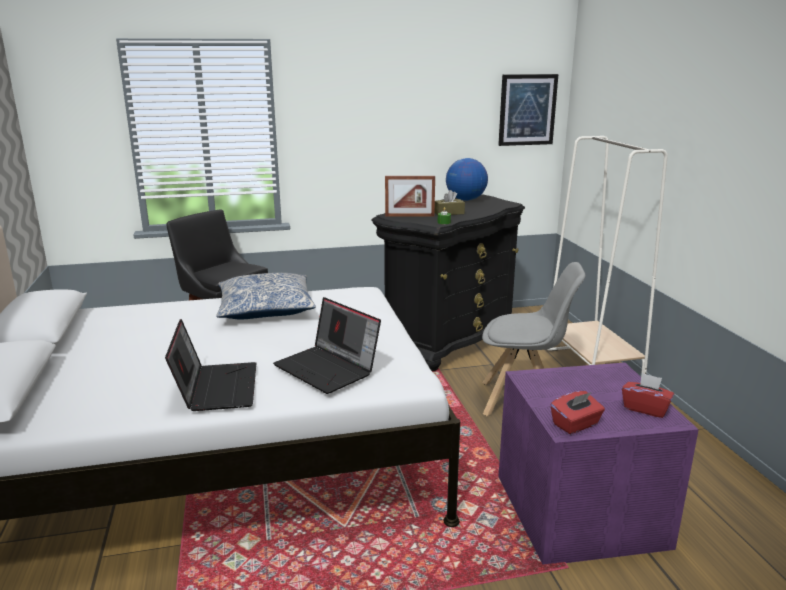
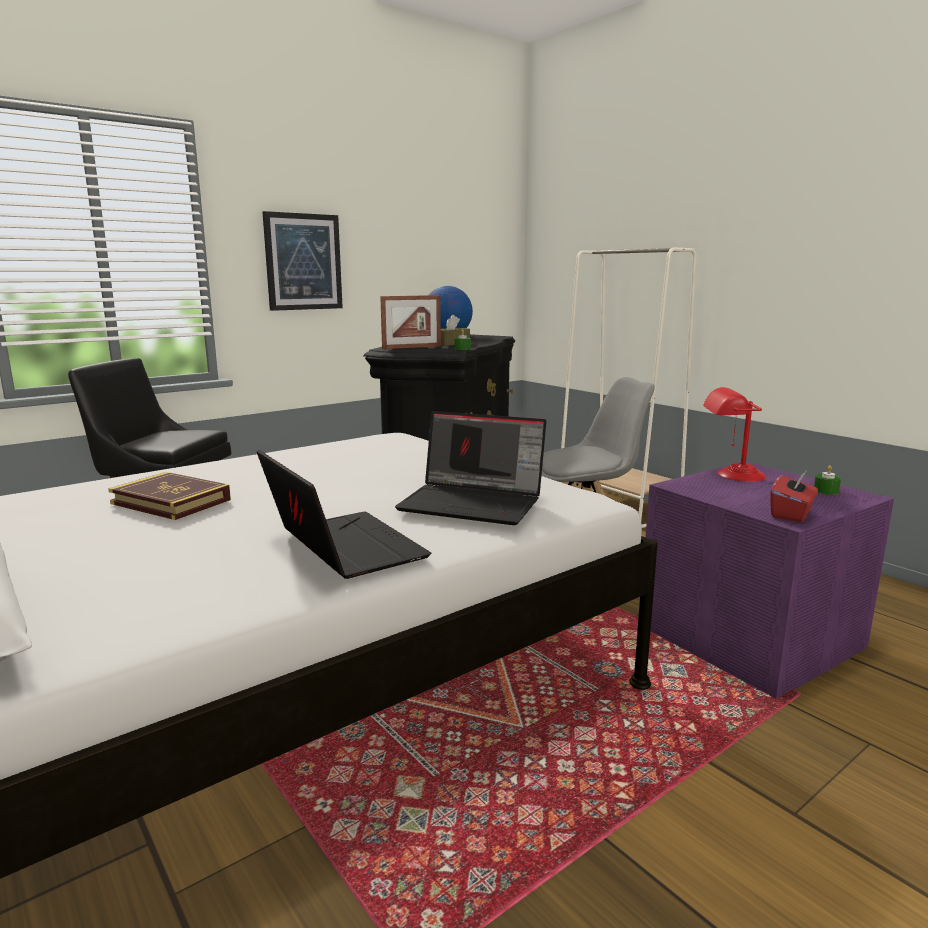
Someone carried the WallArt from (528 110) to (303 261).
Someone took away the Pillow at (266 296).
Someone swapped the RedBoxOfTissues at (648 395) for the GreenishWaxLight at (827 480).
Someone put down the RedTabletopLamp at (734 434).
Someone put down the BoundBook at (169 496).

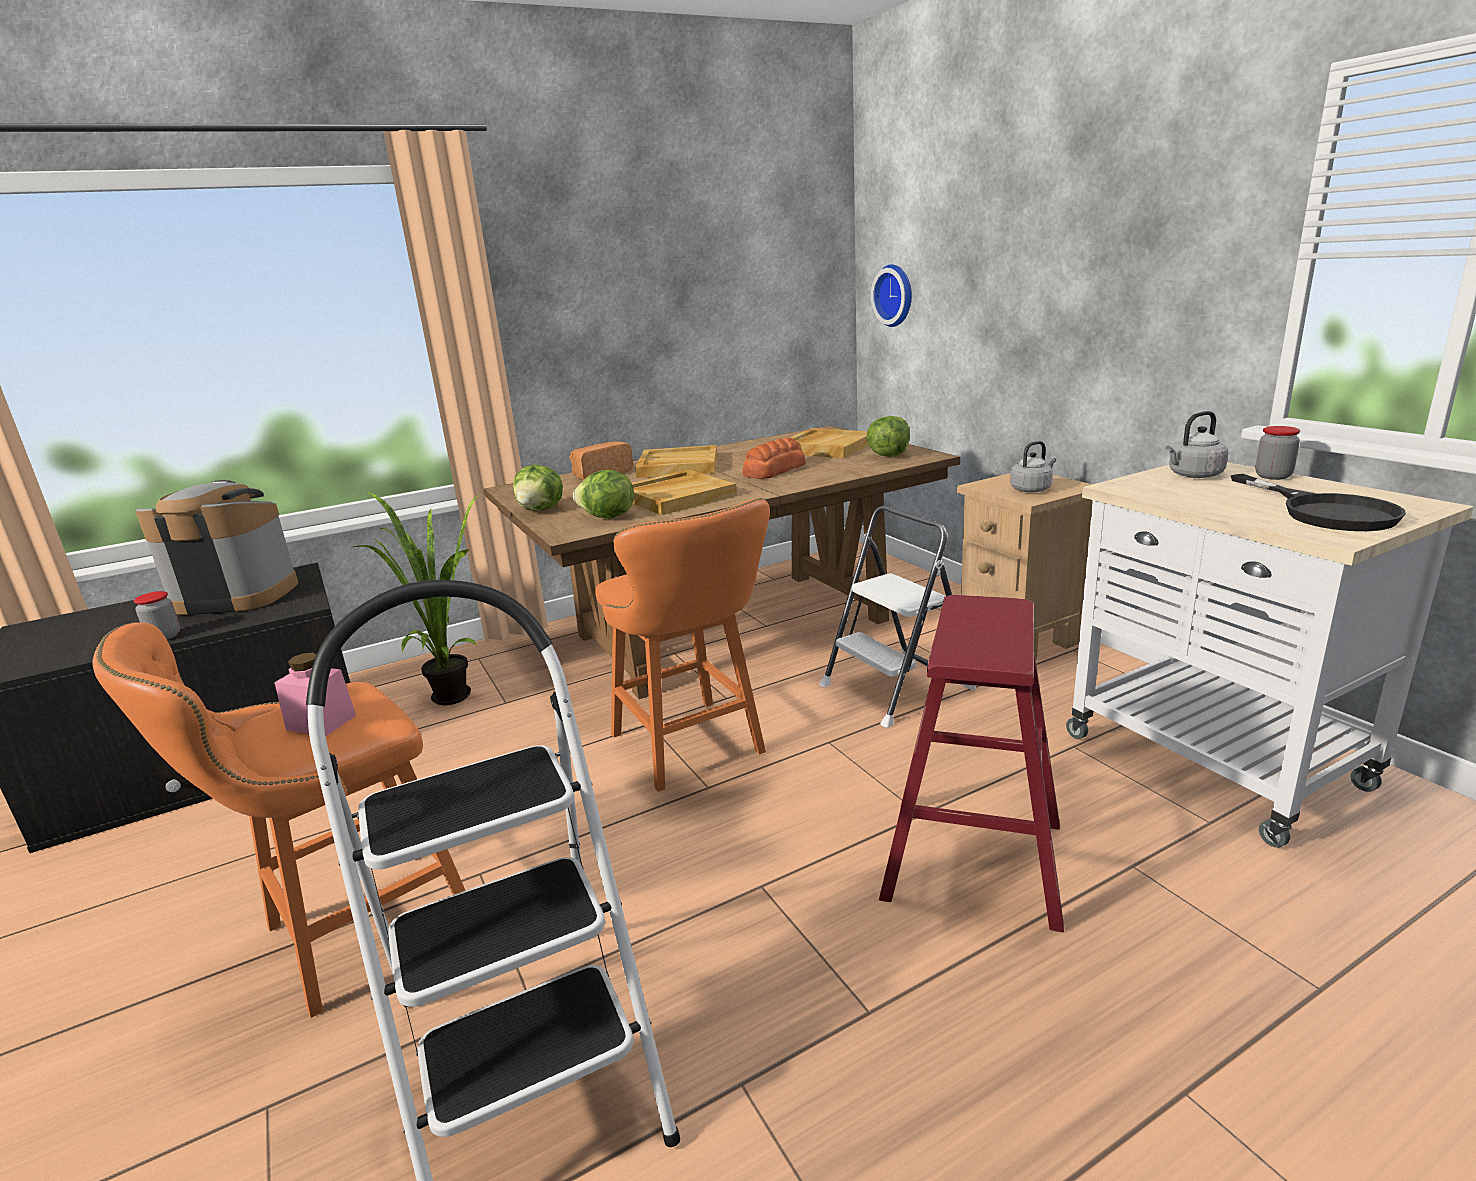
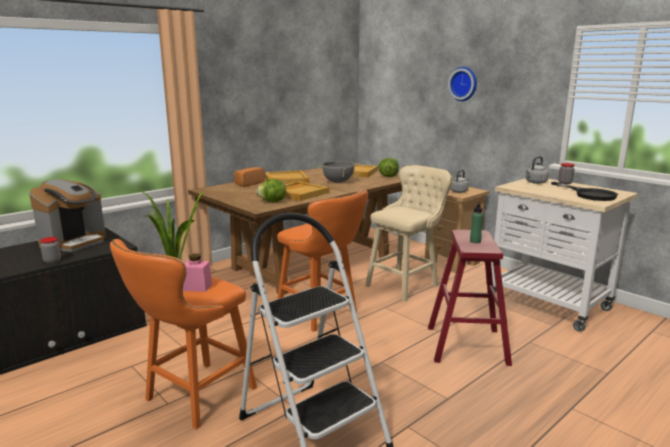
Someone carried the WallClock from (891 295) to (462 84).
Someone swapped the Bread at (774 458) for the GreyishSaucepot at (337 172).
Someone took away the LettuceHead at (538 488).
Someone rotated the CoffeeBrewer at (216 547) by 135 degrees clockwise.
Someone swapped the WhiteStepladder at (897 616) for the SandColouredStoolSeat at (409 233).
Someone put down the GreenishBeverageBottle at (476 222).

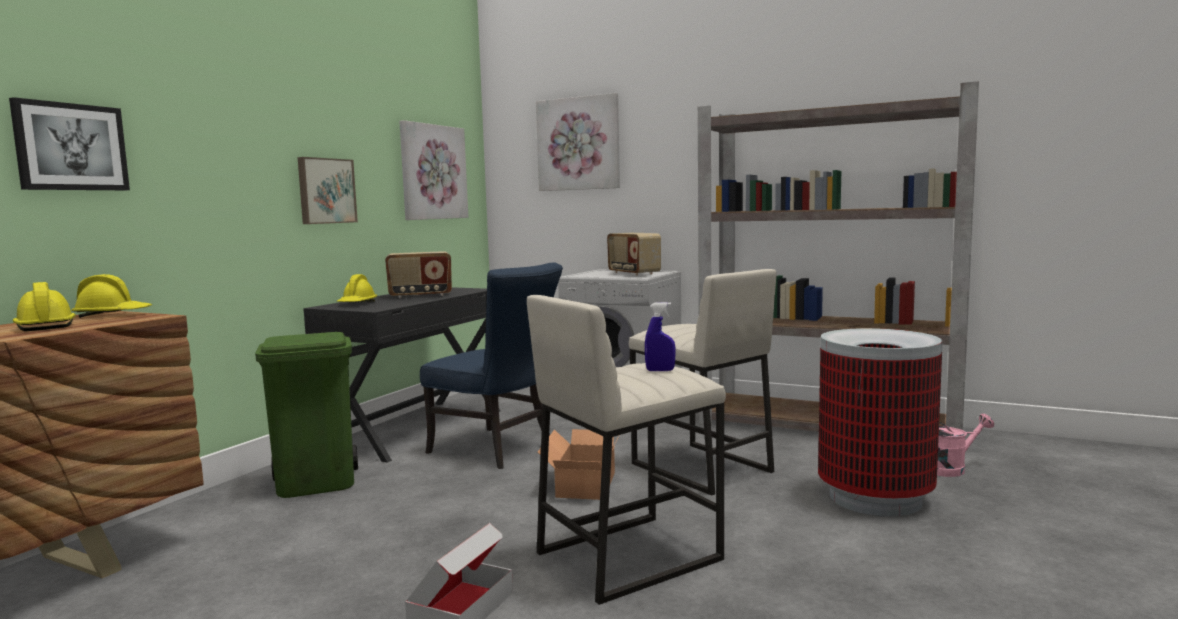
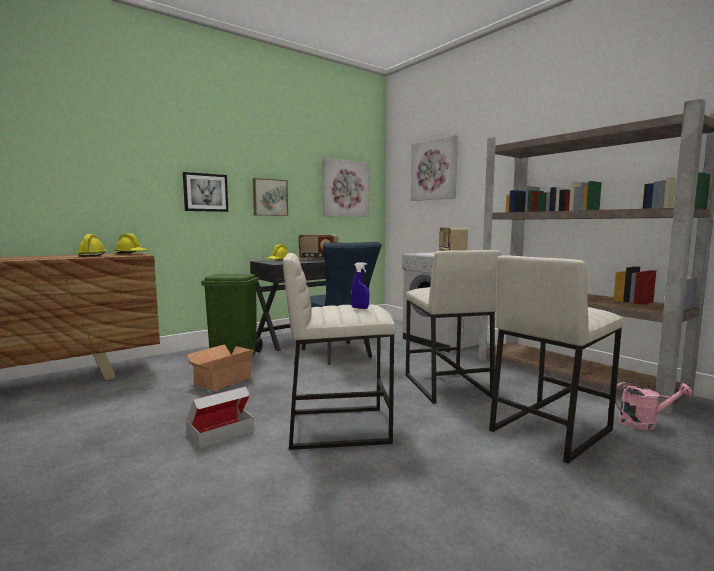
Someone carried the WallArt from (69 143) to (205 192).
Someone swapped the TrashCan at (880 422) for the SandColouredStoolSeat at (556 359).
Someone carried the PackingBox from (578 464) to (220 367).

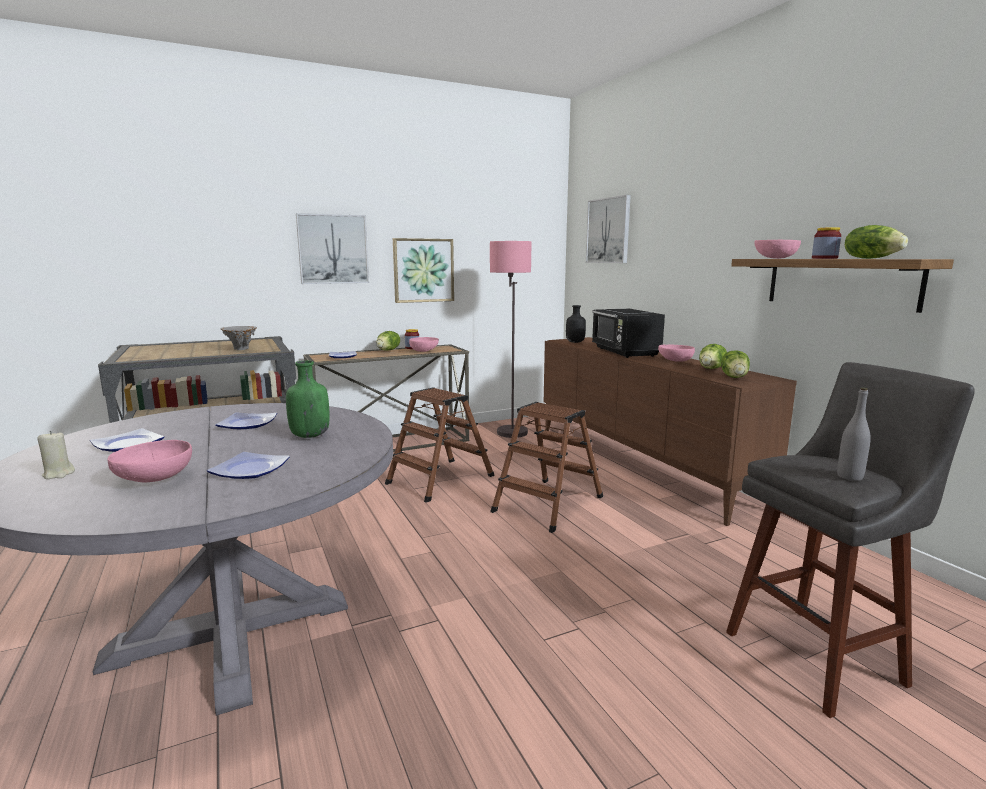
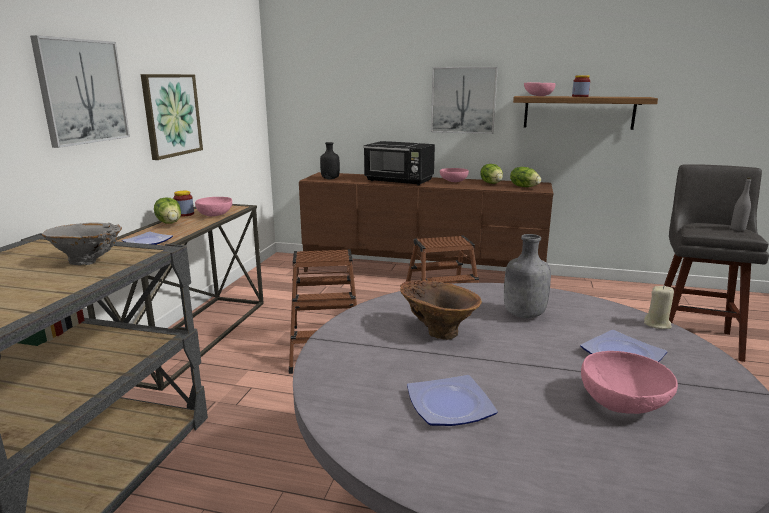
Someone carried the WallArt from (608 229) to (464 100).
Someone took away the LettuceHead at (876 242).
Someone took away the PinkColouredStandingLamp at (510 339).
Someone repainted the GreenishBeverageBottle at (307 399), which became the GreyishBeverageBottle at (527 276).
Someone swapped the FlatDish at (246 420) for the BrownishFlowerVase at (441 310).
Someone carried the SandColouredWaxLight from (56 455) to (659 307).

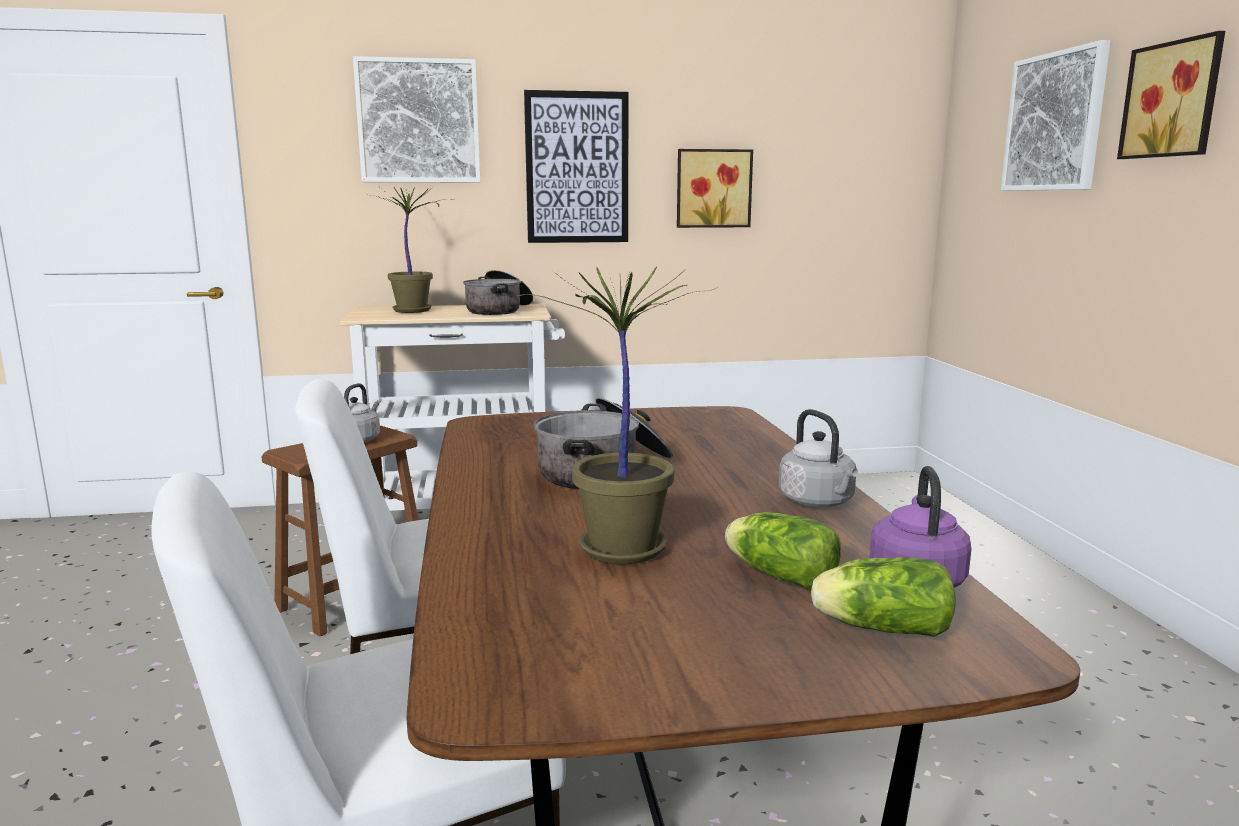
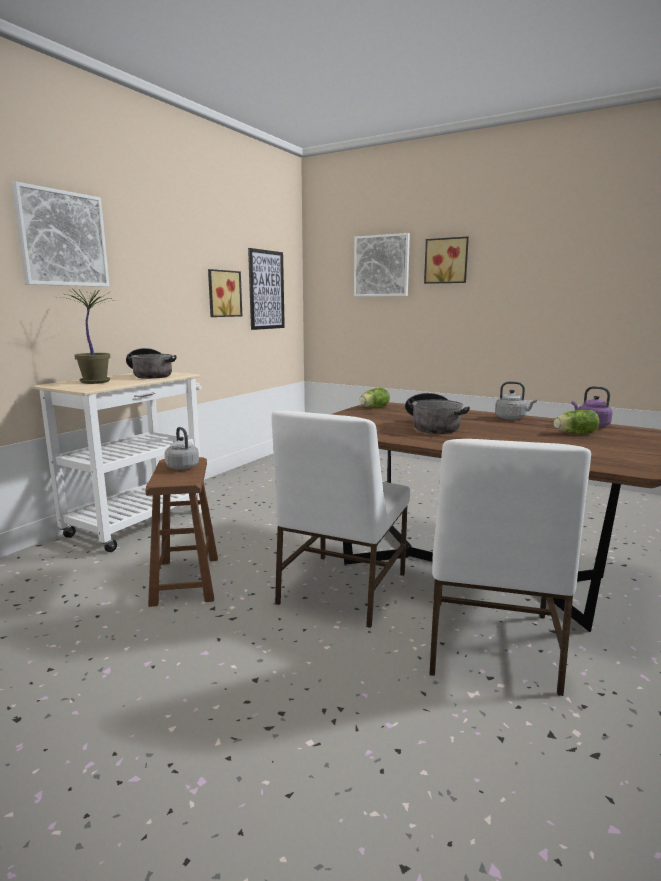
Someone carried the WallArt from (576 166) to (266 289).
Someone took away the PlantInAPot at (617 415).
Someone carried the LettuceHead from (883 597) to (374 397).

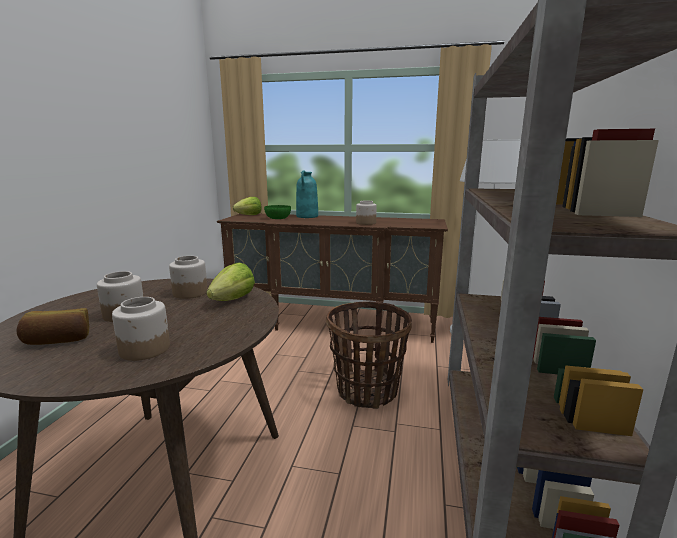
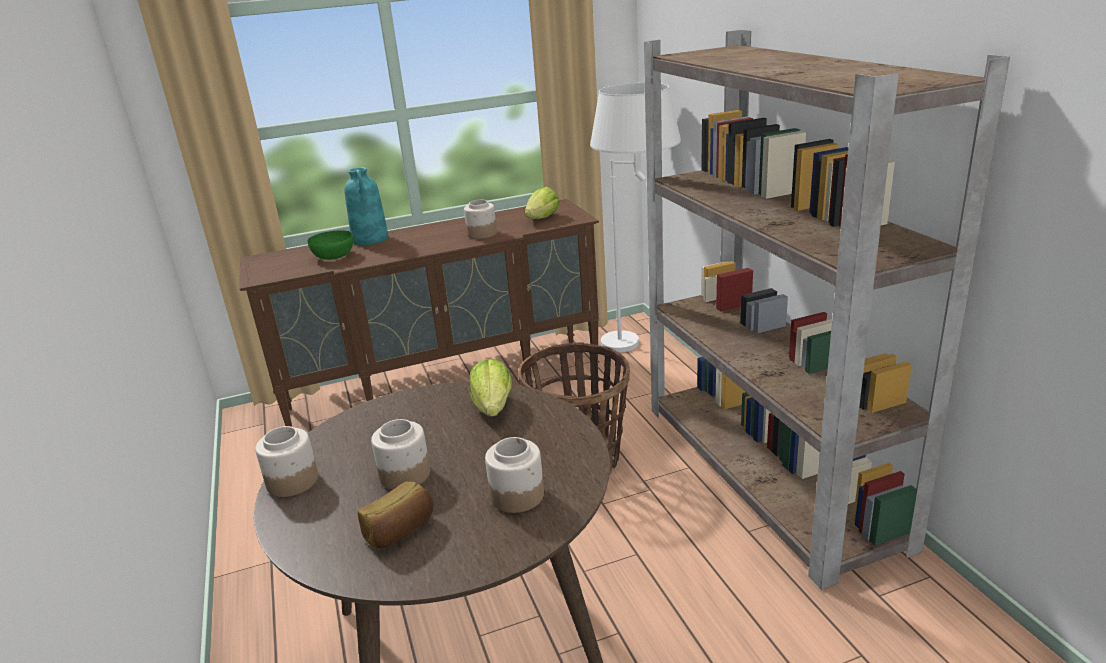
Someone carried the LettuceHead from (247 206) to (542 203).
Someone carried the Jar from (188 277) to (286 461).

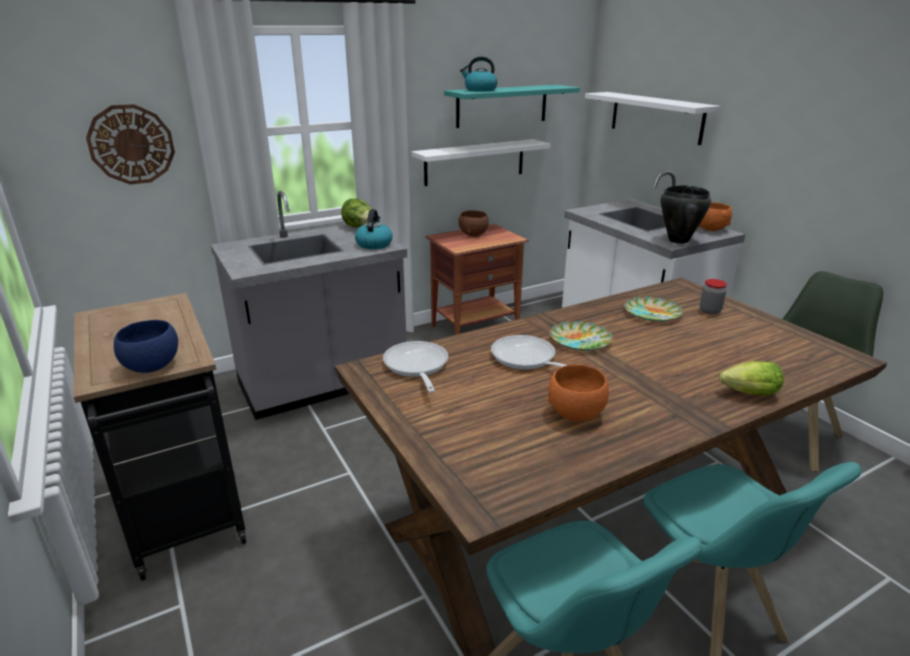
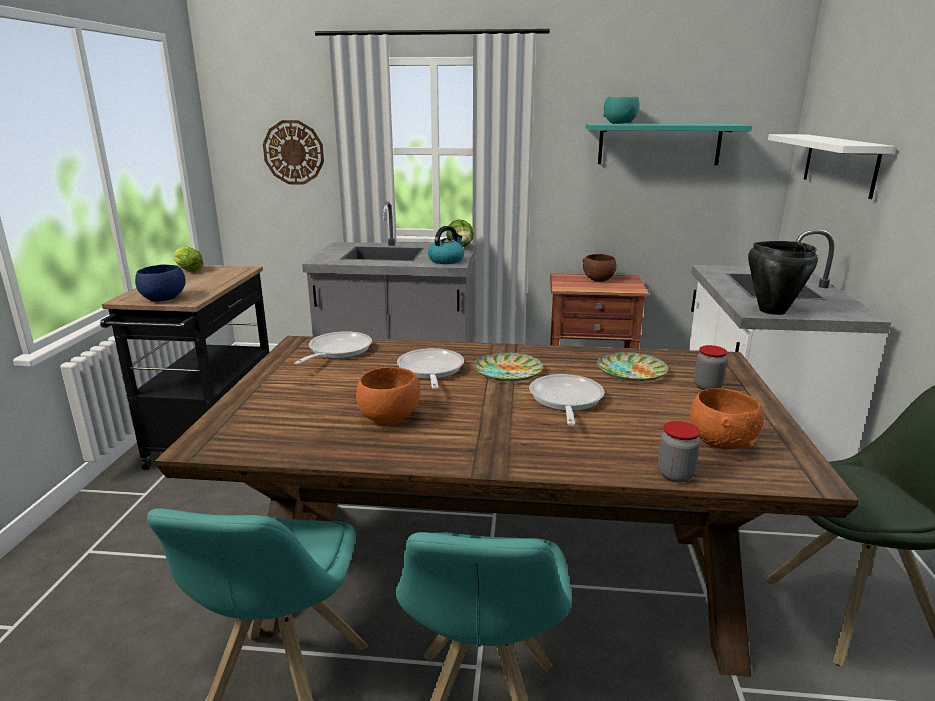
Someone swapped the TeaKettle at (478 74) for the TurquoiseColouredDeepDish at (621 110).
Someone took away the WhiteWallShelf at (481 162).
Someone carried the OrangeyDeepDish from (715 216) to (727 419).
Someone carried the LettuceHead from (751 378) to (188 259).
Someone put down the Pan at (566 400).
Someone put down the Jar at (679 451).

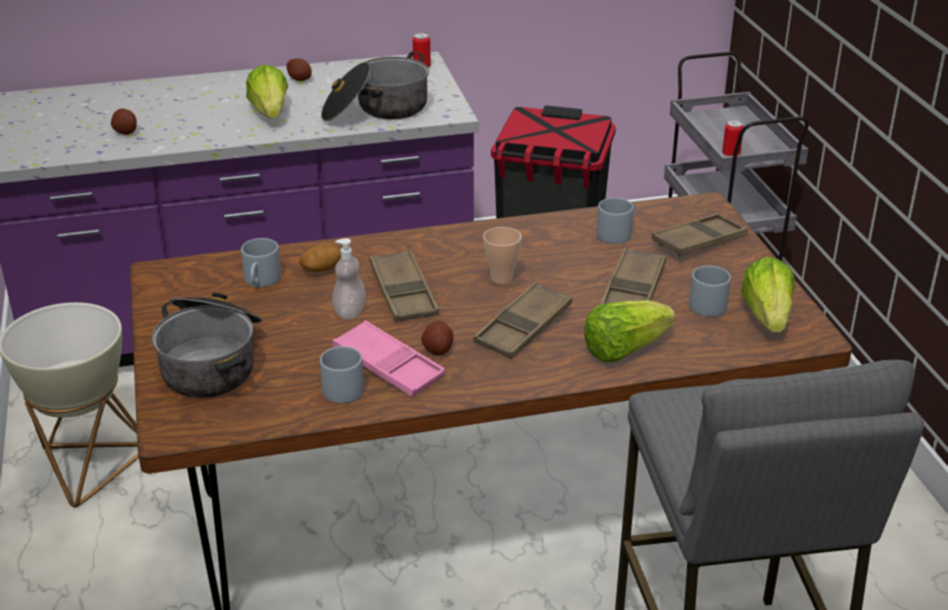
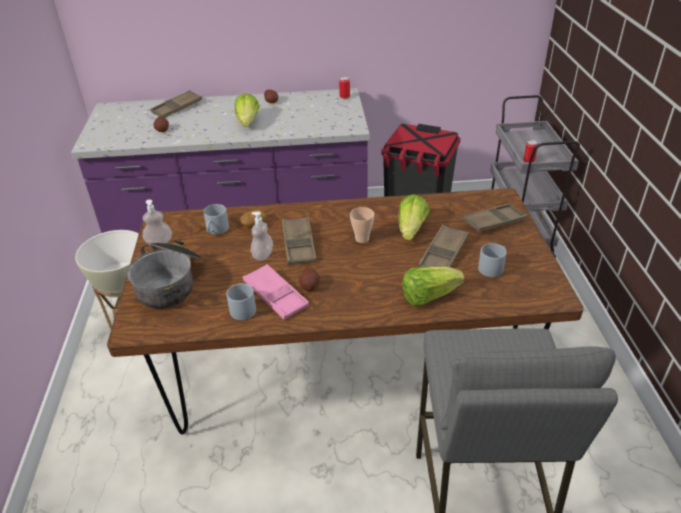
Someone took away the Saucepot at (375 86).
Someone took away the GreyishCoffeeMug at (616 221).
Someone carried the LettuceHead from (768 294) to (414 217).
Someone carried the BrownishCarryingTray from (523 320) to (176 104).
Someone put down the LiquidSoapBottle at (157 221).

